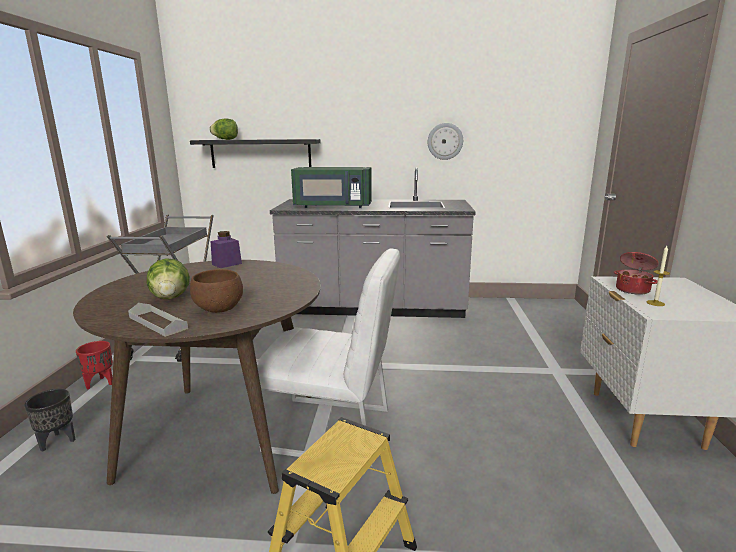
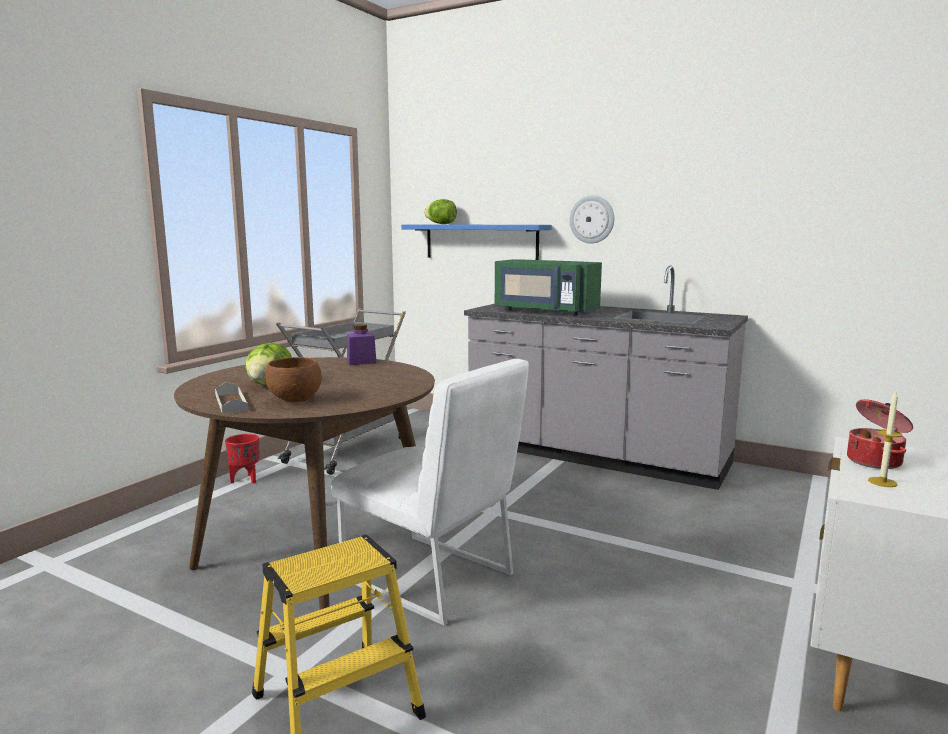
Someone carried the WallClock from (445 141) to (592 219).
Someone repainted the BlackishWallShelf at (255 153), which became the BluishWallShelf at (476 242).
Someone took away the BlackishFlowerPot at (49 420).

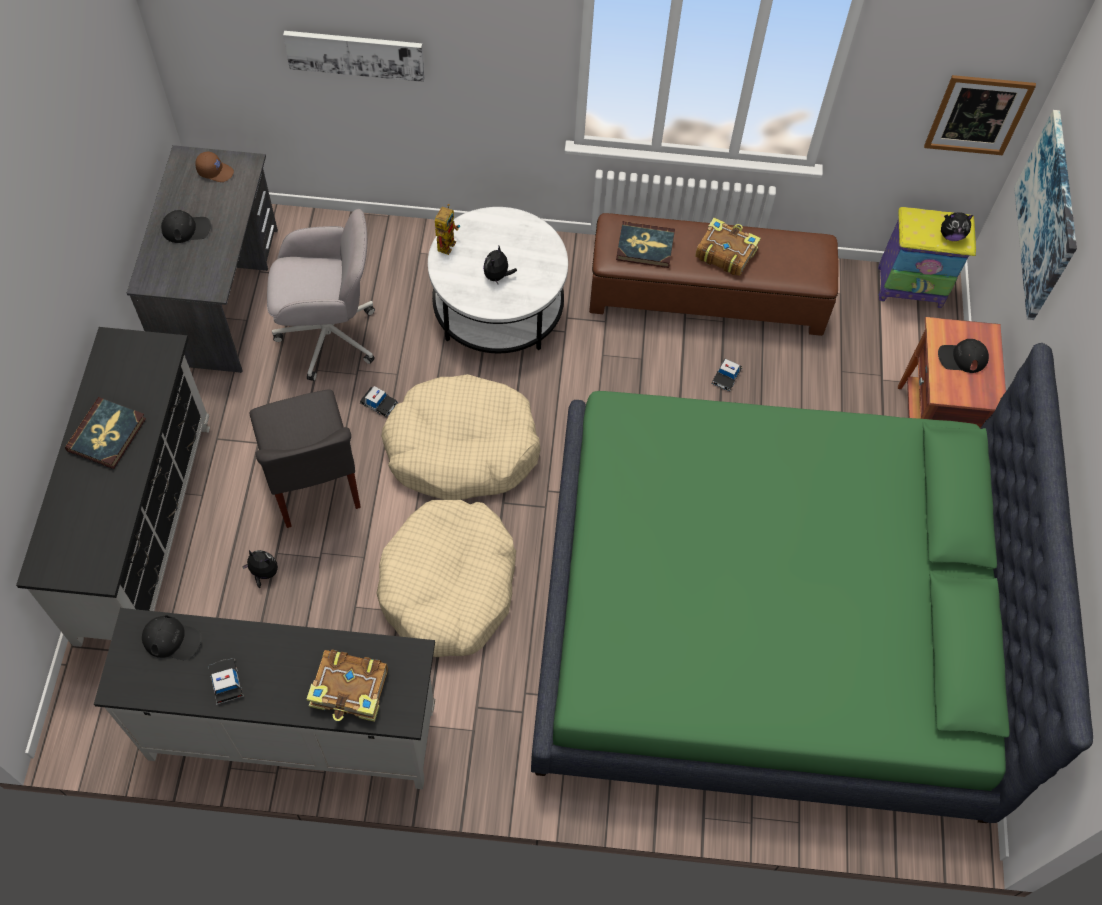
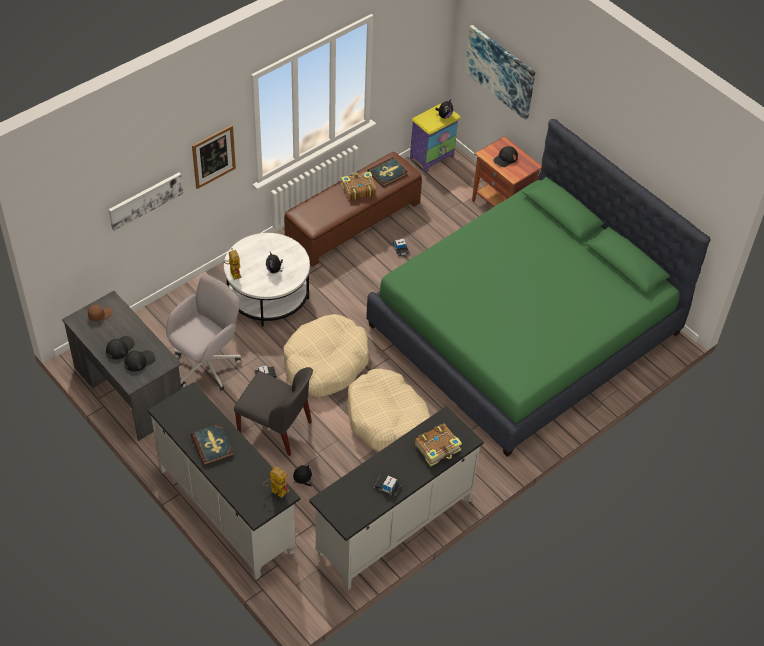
Someone carried the WallArt from (980 115) to (214 157).
Someone carried the BoundBook from (645 244) to (388 172).
Someone carried the BlackishBaseballCap from (172 637) to (139 361).
Someone put down the ToyRobot at (276 482).

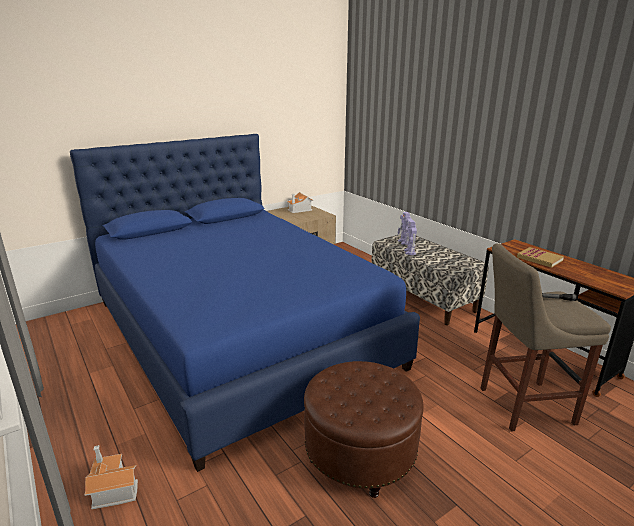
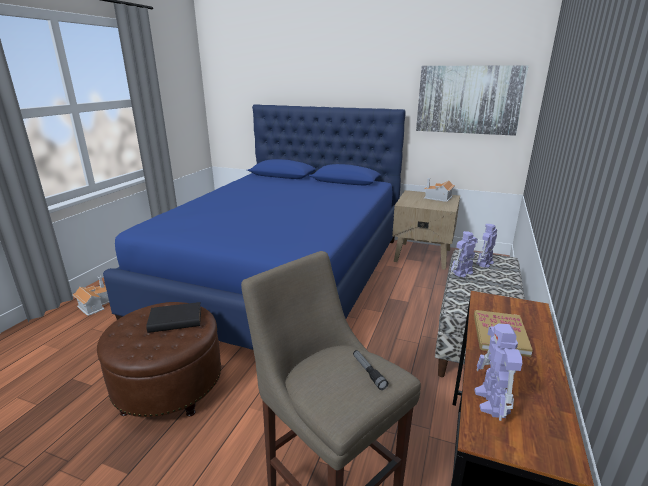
Someone put up the WallArt at (472 100).
Someone put down the BlackishBoundBook at (173 317).
Someone put down the ToyRobot at (498 372).

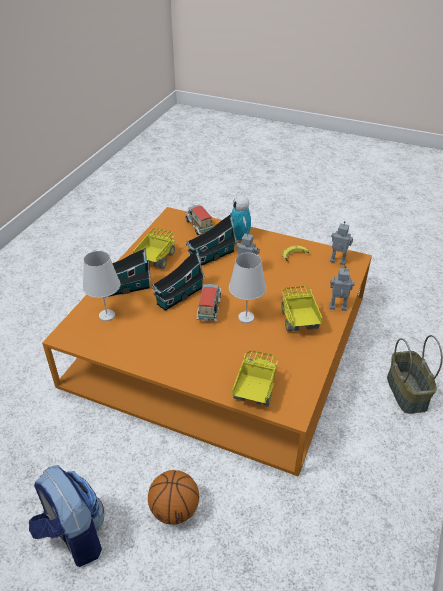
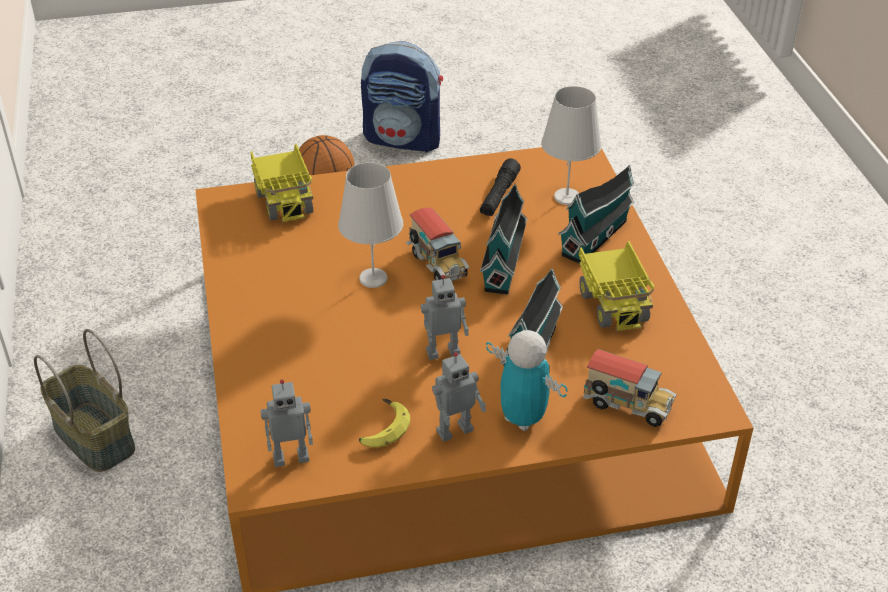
Someone carried the ToyRobot from (342 288) to (459 396).
Someone took away the ToyLorry at (302 309).
Someone put down the BlackishTorch at (500 187).

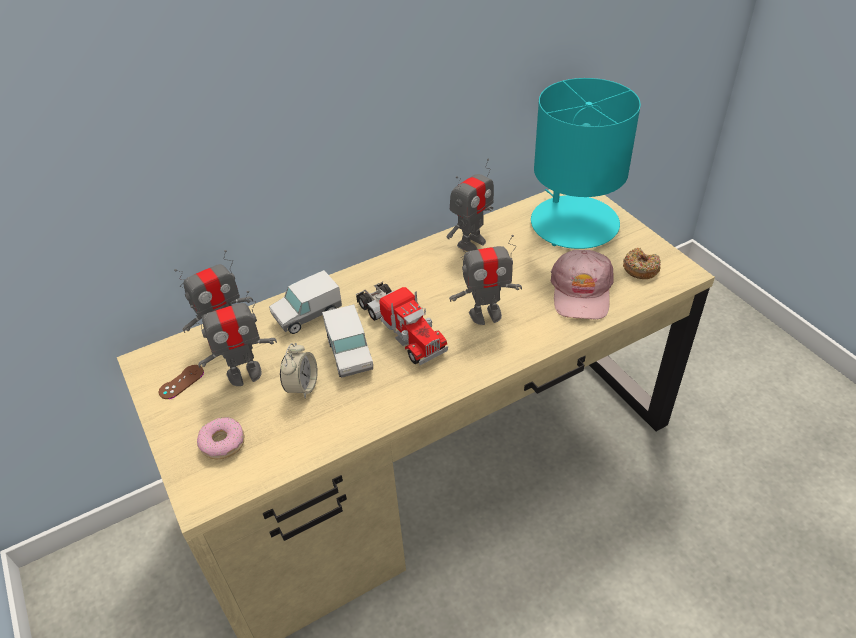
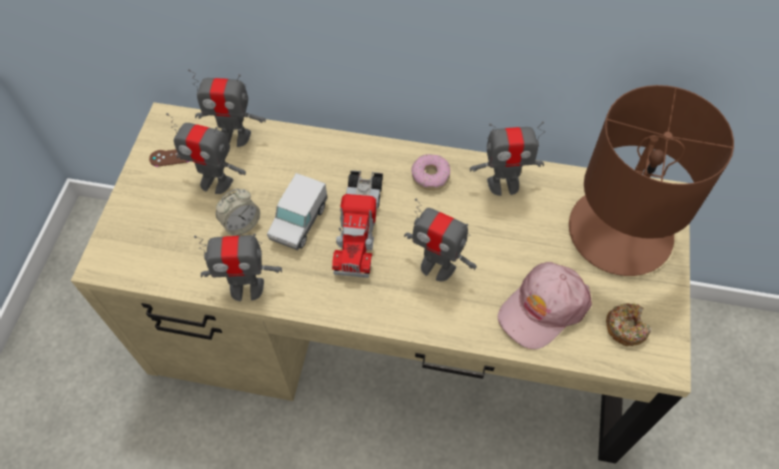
Someone repainted the TurquoiseColouredTabletopLamp at (586 163), which became the BrownishTabletopLamp at (651 180).
Someone took away the ToyLorry at (305 302).
Someone carried the Doughnut from (220 438) to (430 172).
Someone put down the ToyRobot at (238 267).

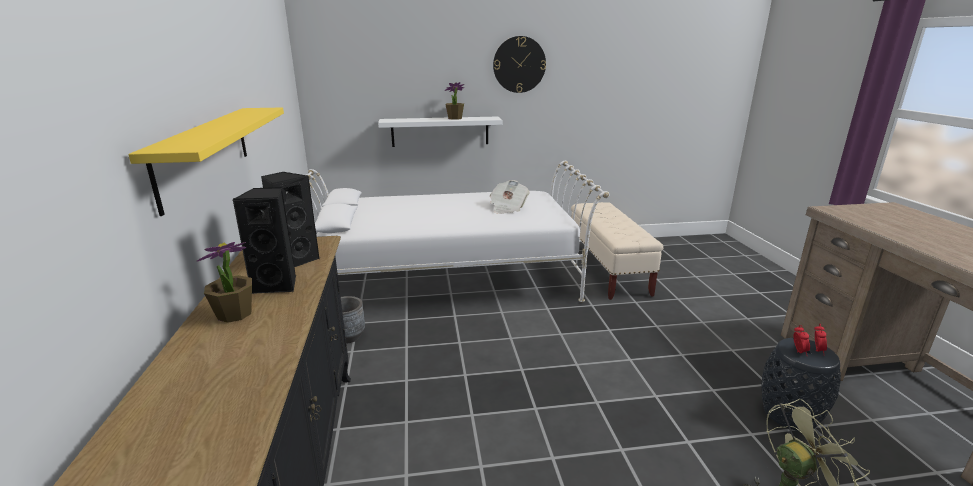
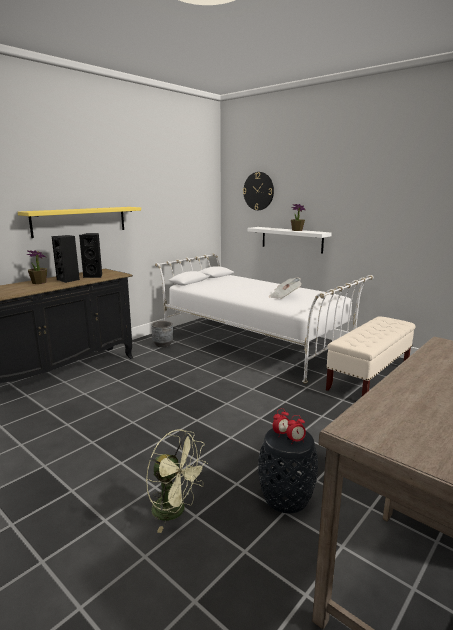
Someone carried the WallClock from (519 64) to (258 191).

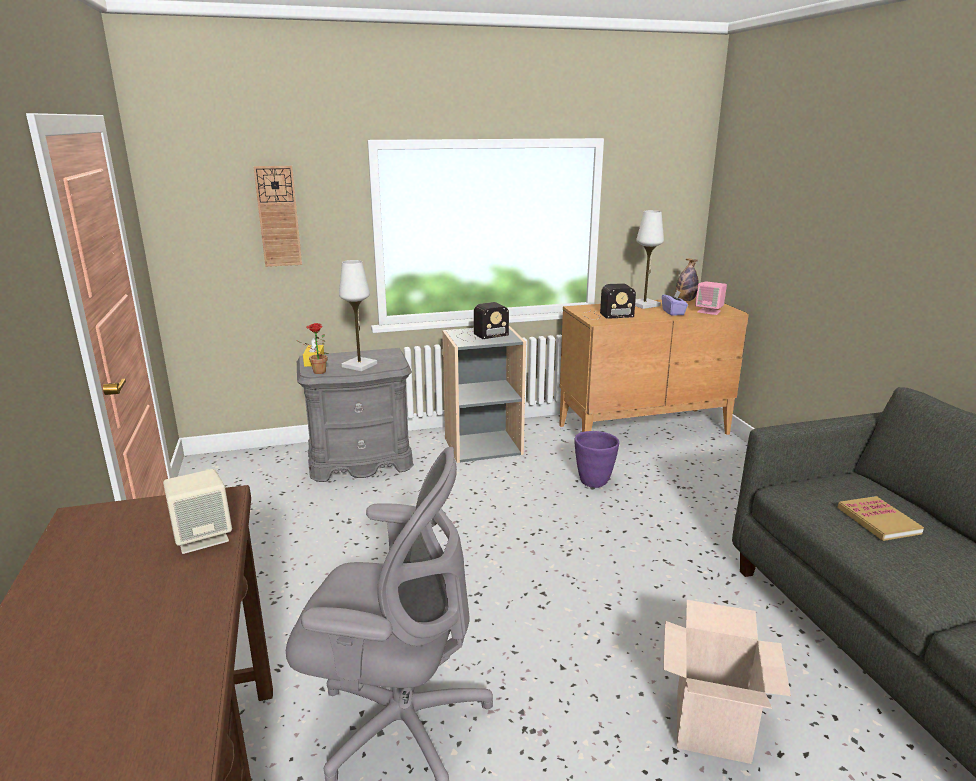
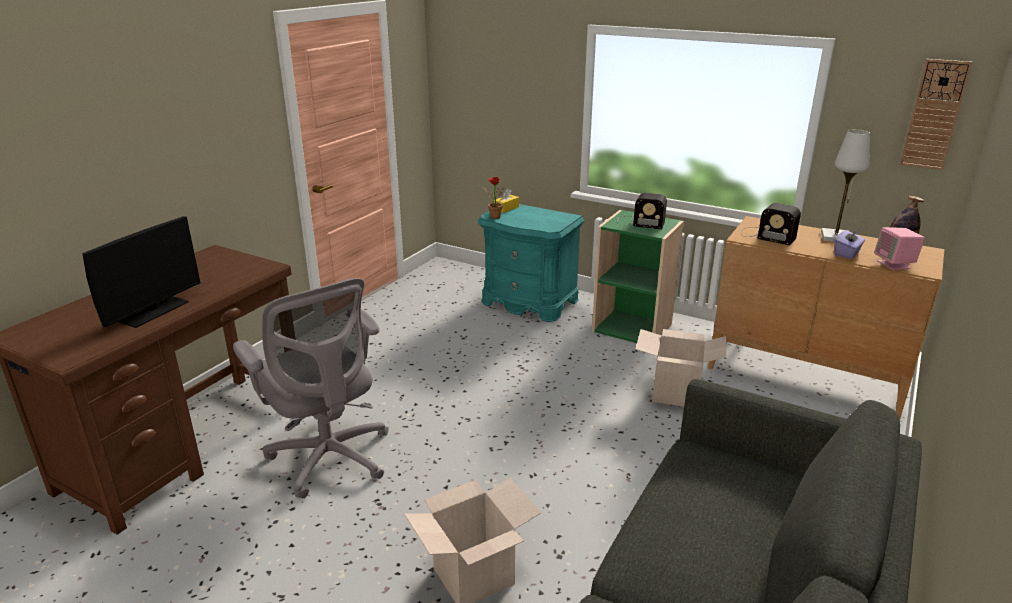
Someone carried the WallClock from (277 216) to (936 114).
Someone took away the WhiteTabletopLamp at (358 315).
Someone repainted the GreyishBookcase at (484 394), which became the GreenishBookcase at (638 276).
Someone repainted the GreyishBedsideTable at (355 415), which became the TurquoiseColouredBedsideTable at (531 263).
Someone swapped the PurpleFlowerPot at (597 459) for the PackingBox at (681 368).
Someone took away the SandColouredSpeaker at (197 511).
Someone took away the BoundBook at (880 518).
Someone put down the ComputerScreen at (141 272).

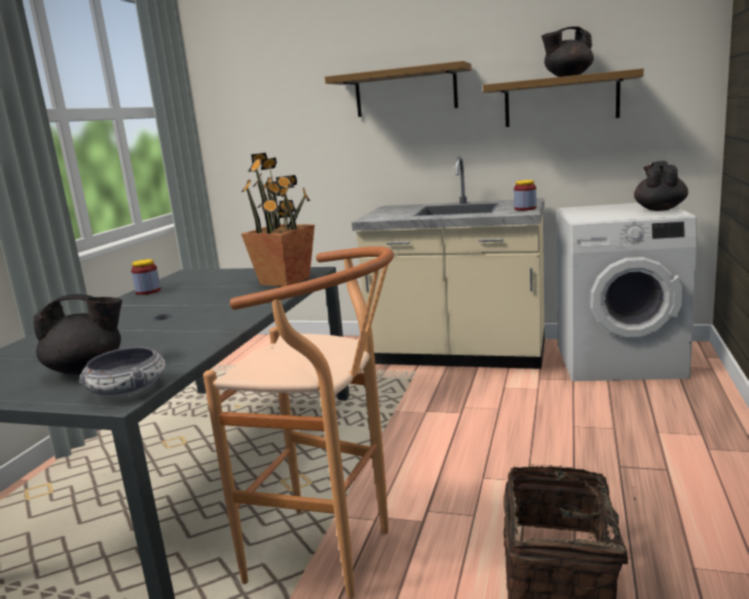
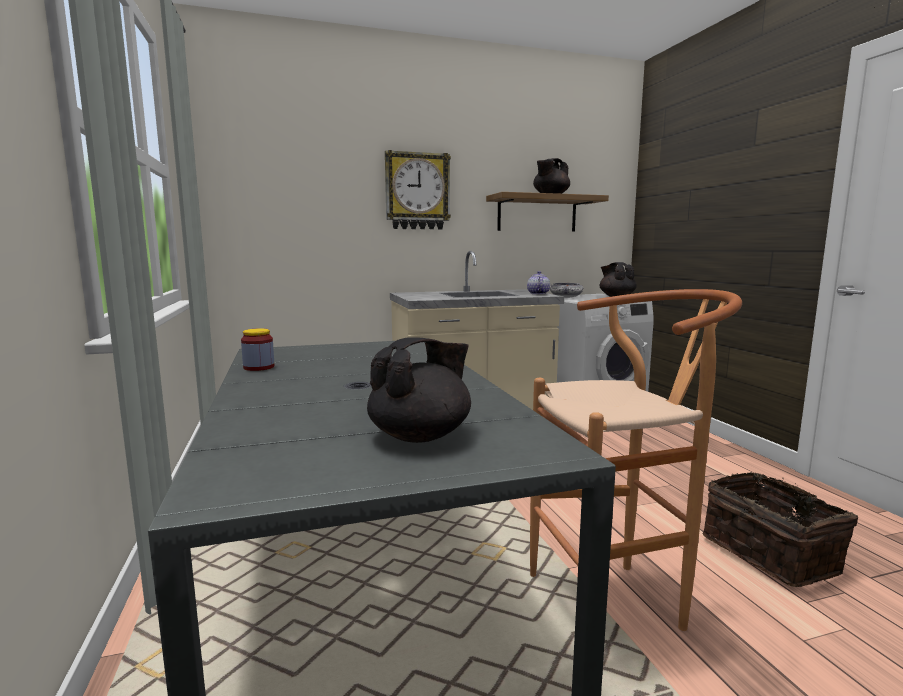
Someone swapped the WallShelf at (398 89) for the WallClock at (418 190).
Someone took away the PlantInAPot at (278 220).
Someone swapped the Jar at (525 195) for the Teapot at (538 282).
Someone carried the DeepDish from (122 371) to (566 290).

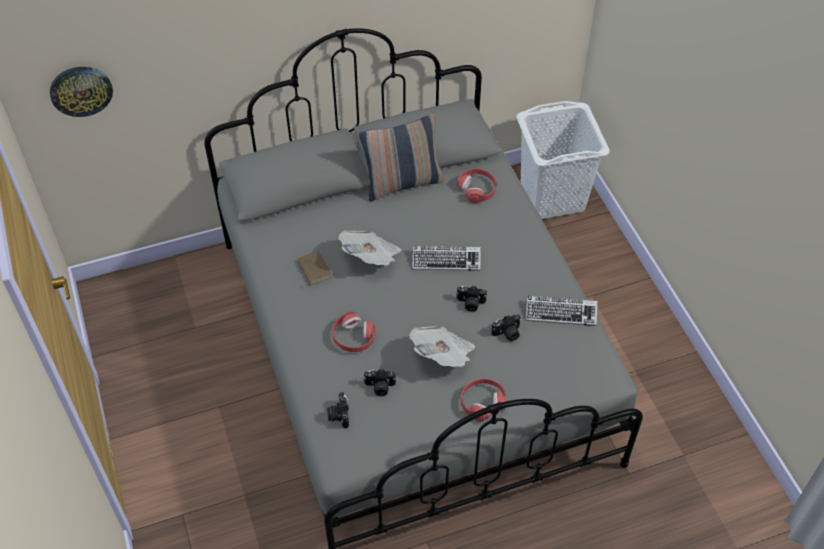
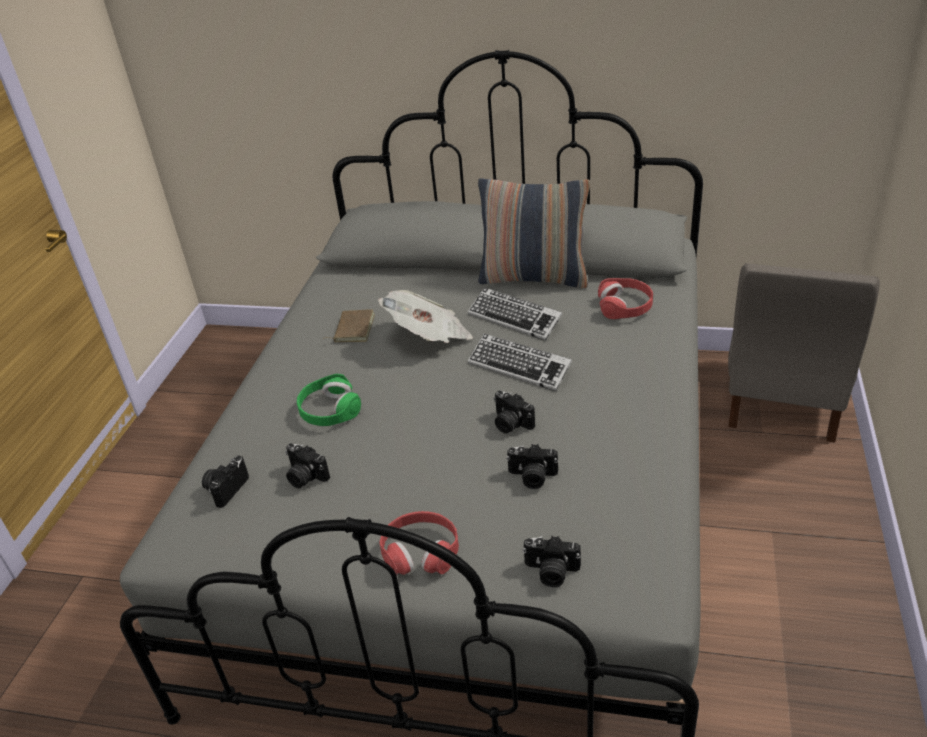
Someone took away the WallClock at (81 92).
Someone swapped the WhiteHamper at (563 160) for the GreyishPlainChair at (804 352).
Someone carried the Keyboard from (561 311) to (515 314).
Someone repainted the RedHeadset at (354 331), which became the GreenishHeadset at (329 400).
Someone took away the Newspaper at (442 346).
Someone put down the StillCamera at (551 561).

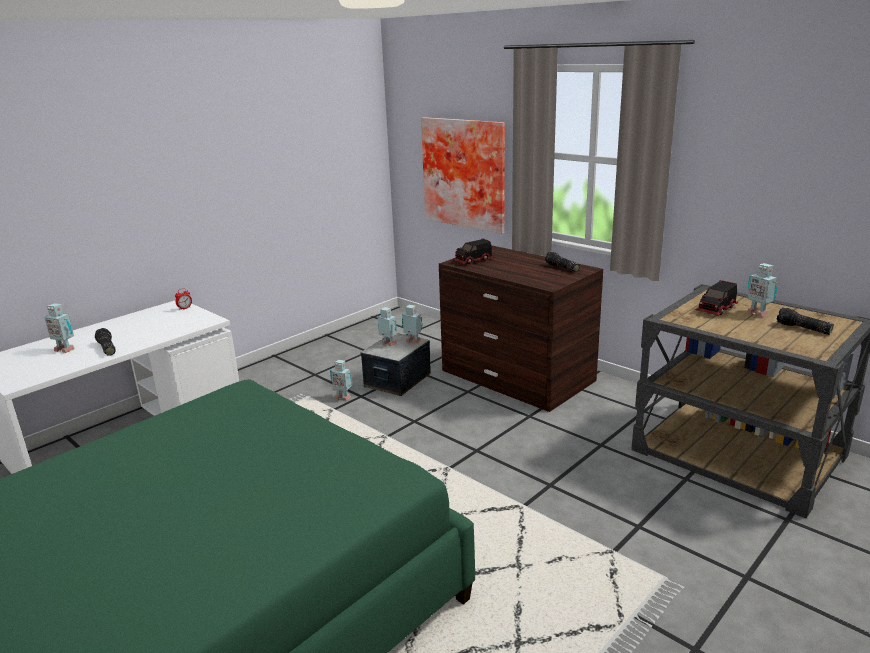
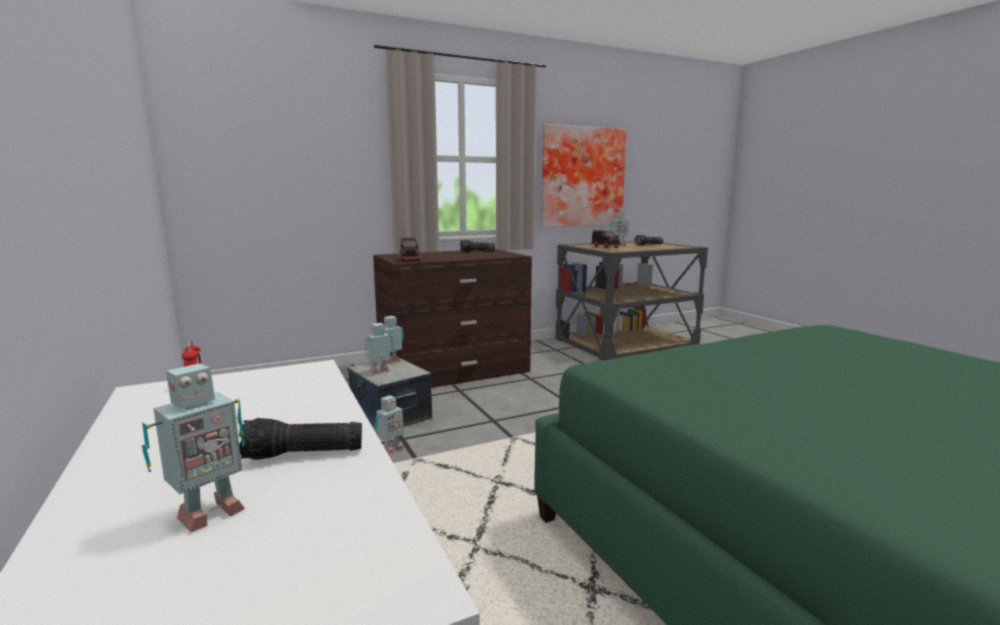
Someone carried the WallArt from (463 175) to (584 175).

